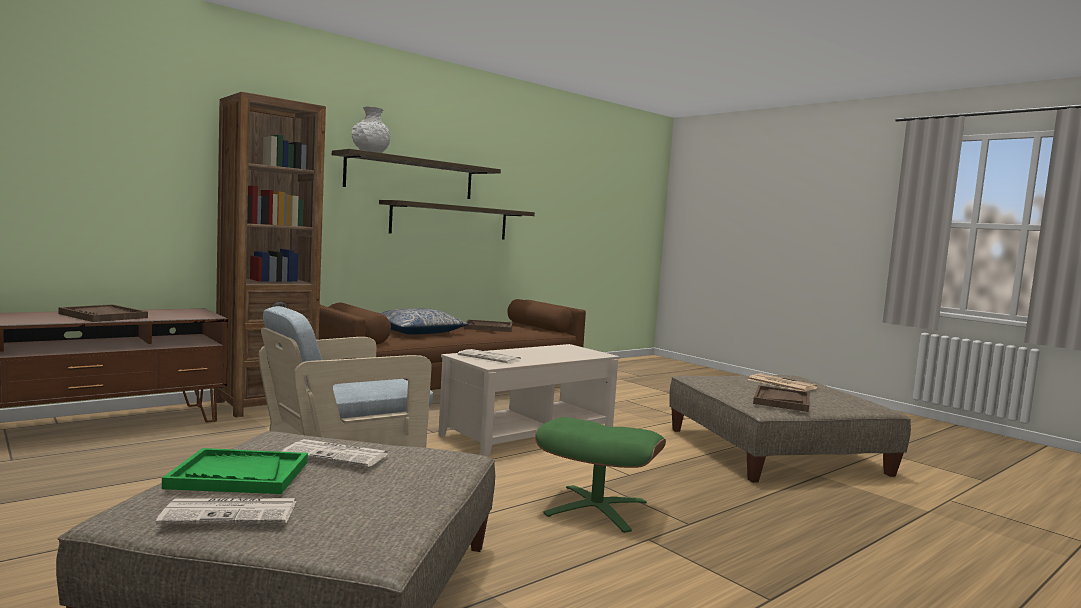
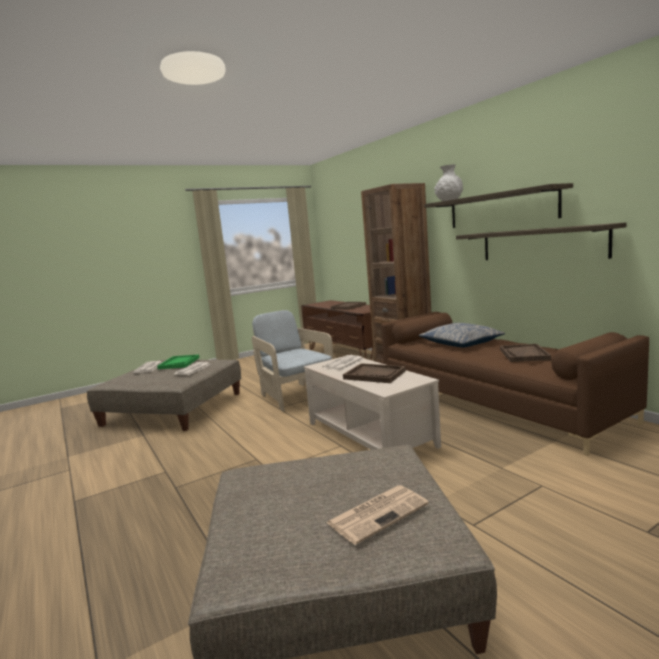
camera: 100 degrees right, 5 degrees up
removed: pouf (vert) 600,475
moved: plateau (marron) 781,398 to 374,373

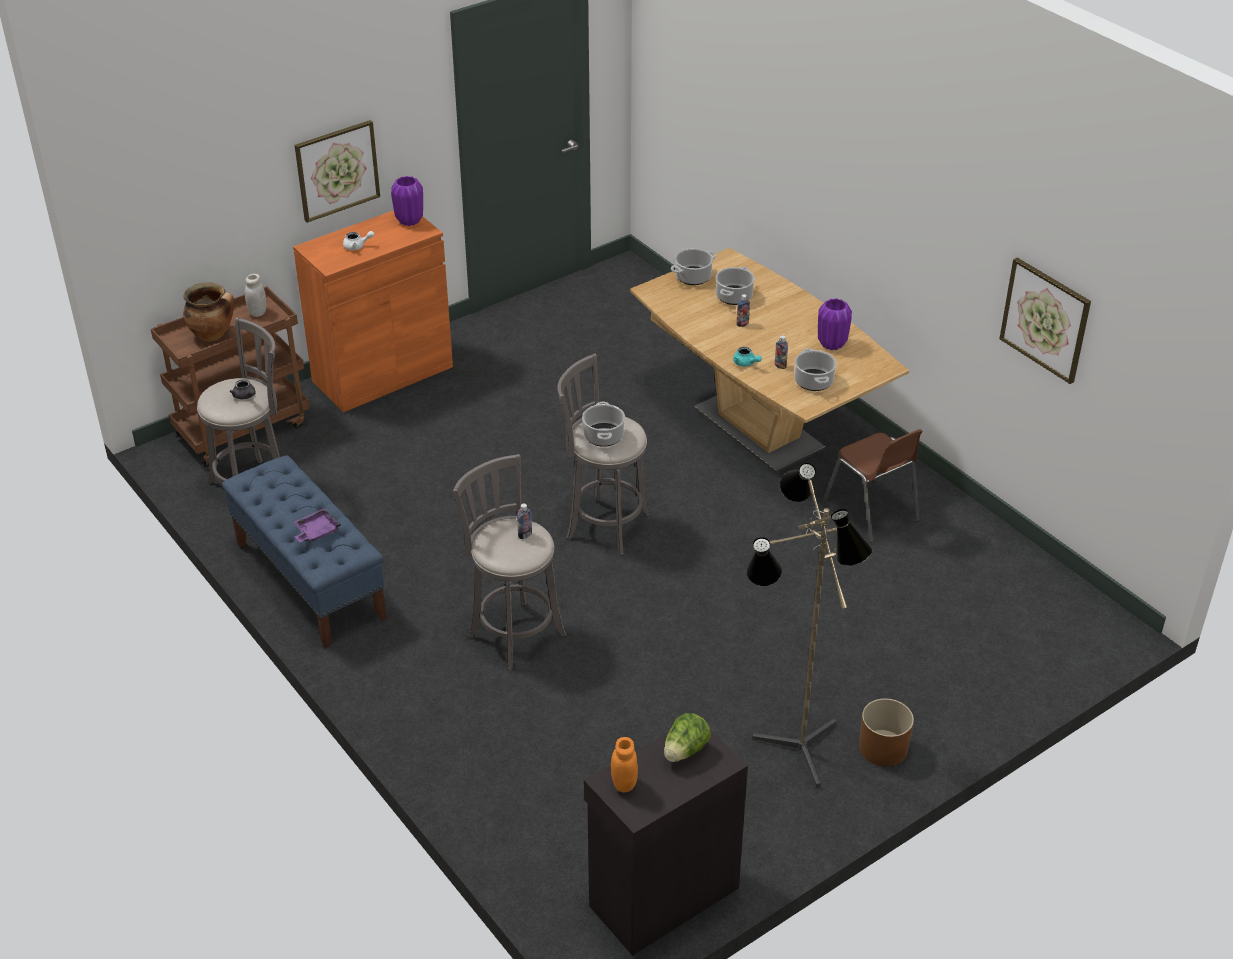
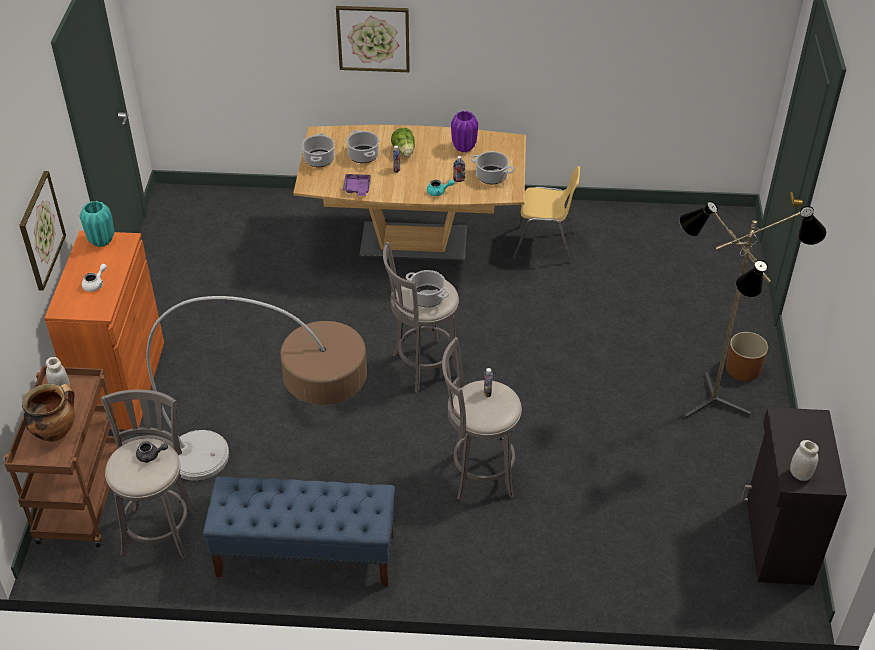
camera: 50 degrees left, 5 degrees up
added: lampadaire 256,388
moved: plateau (violet) 317,525 to 357,185; laitue 687,737 to 403,142; tableau 1045,321 to 373,39
recoloured: vase (violet) 407,201 to vase (turquoise) 96,224; bocal (orange) 624,765 to bocal (blanc) 804,460; chaise (marron) 872,486 to chaise (jaune) 546,214

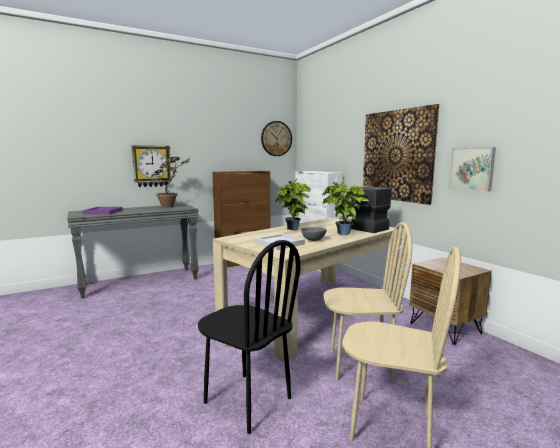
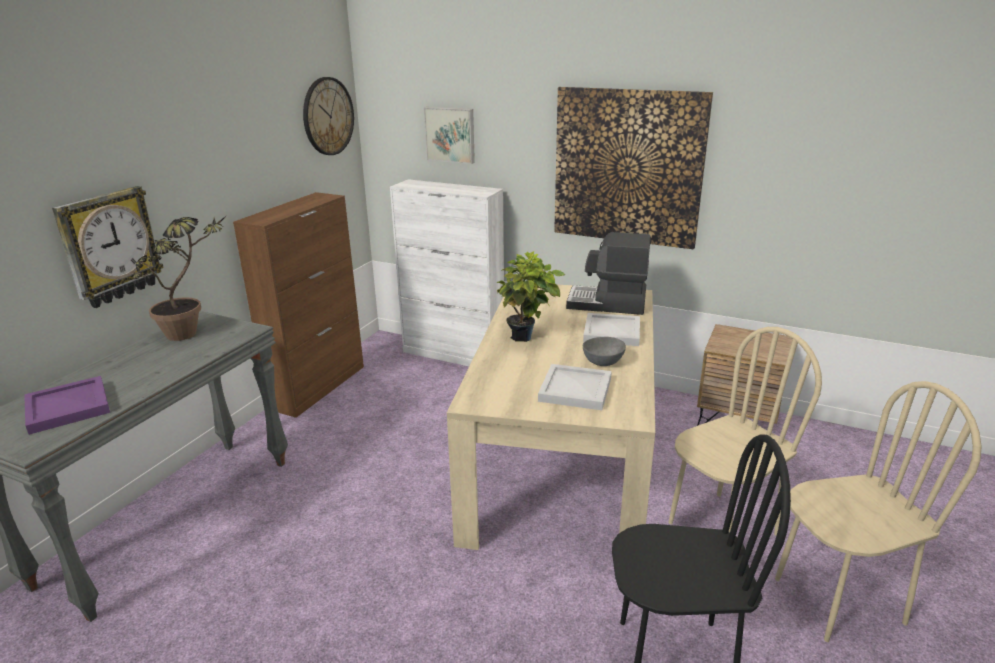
camera: 35 degrees left, 15 degrees up
moved: tableau 472,169 to 449,135
replaced: plante en pot 345,207 to plateau (blanc) 611,329

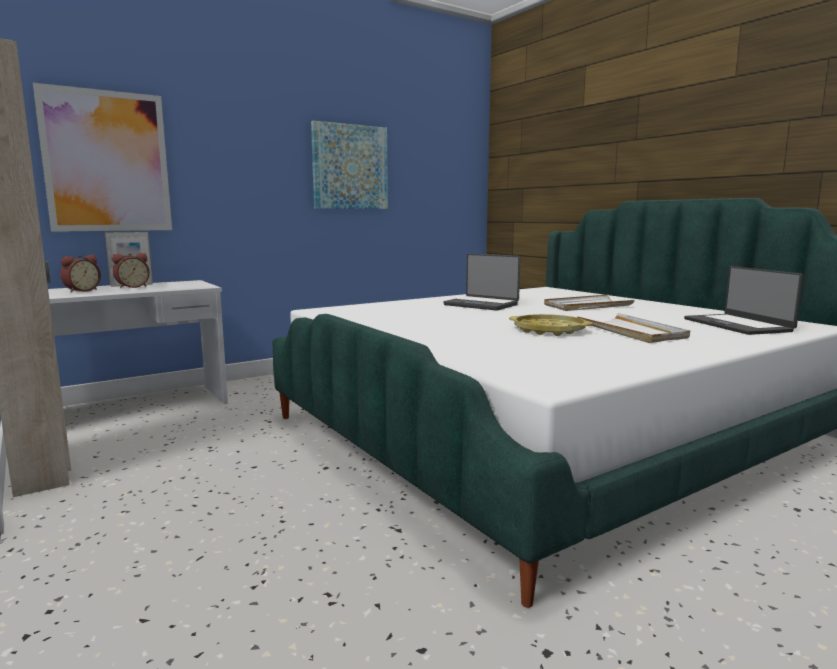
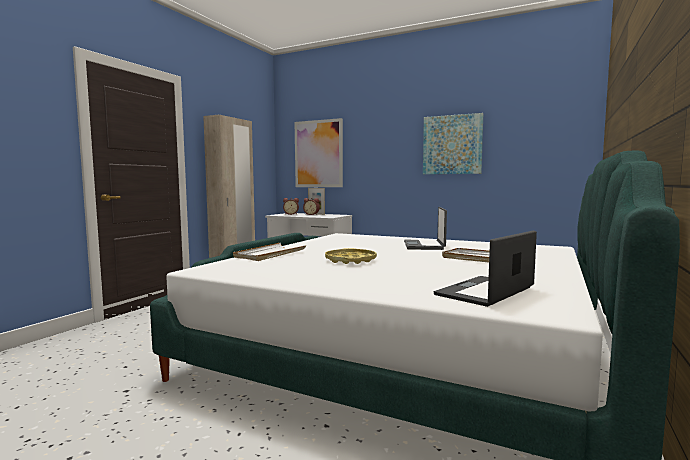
camera: 60 degrees right, 5 degrees down
moved: plateau (blanc) 633,328 to 269,252

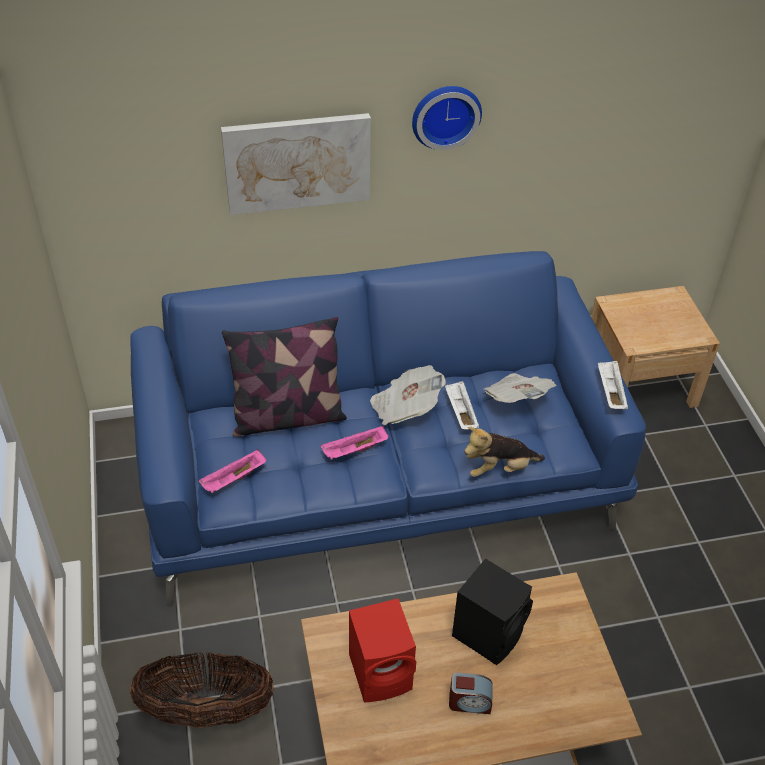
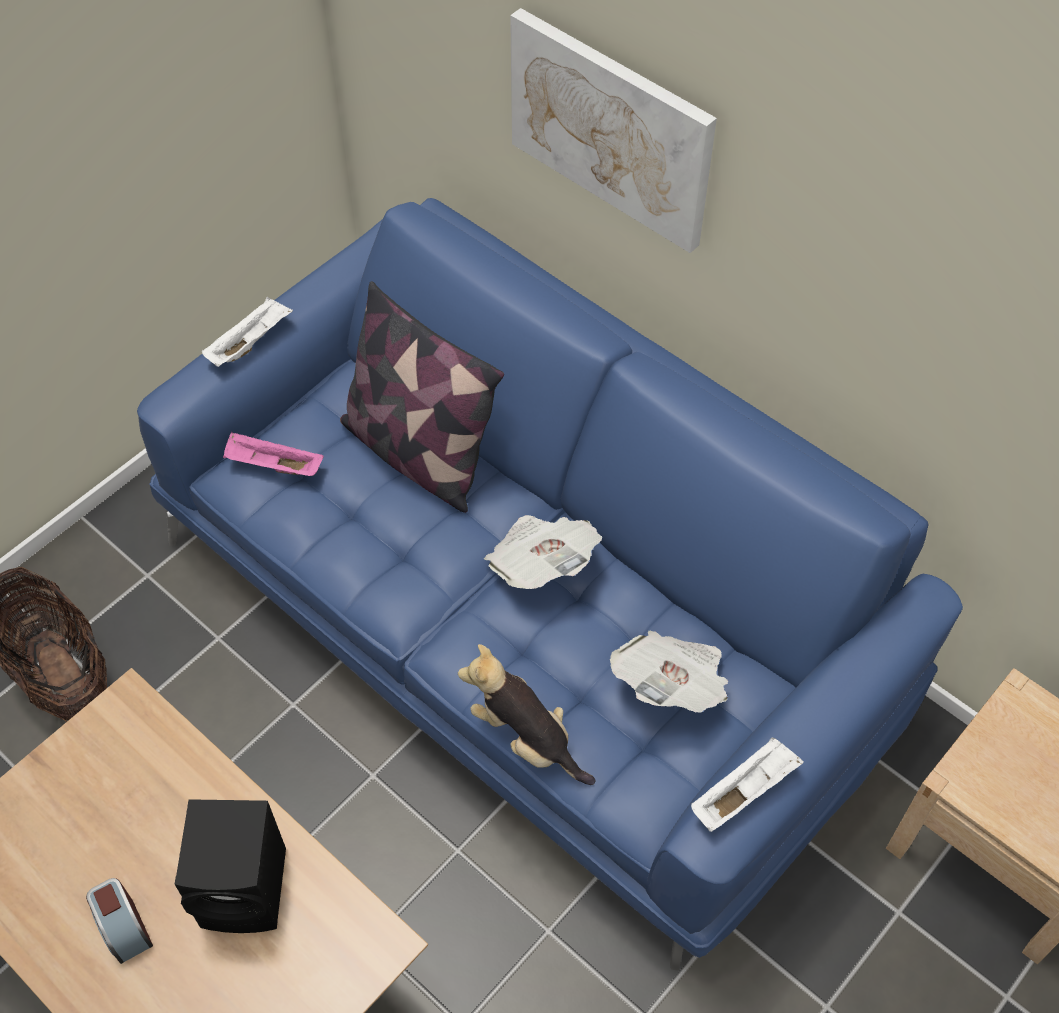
camera: 55 degrees right, 10 degrees up
removed: plateau (rose) 354,442; enceinte (rouge) 382,650; horloge murale 447,118
moved: plateau (blanc) 462,405 to 247,332

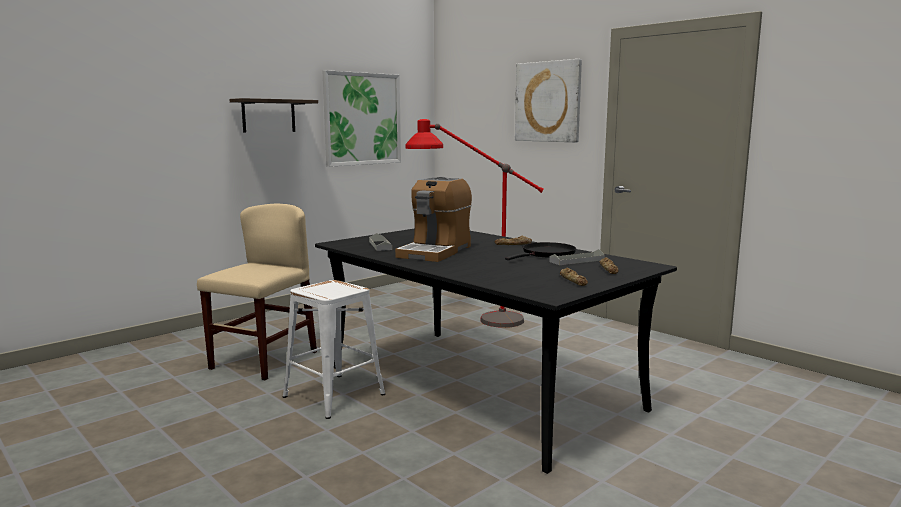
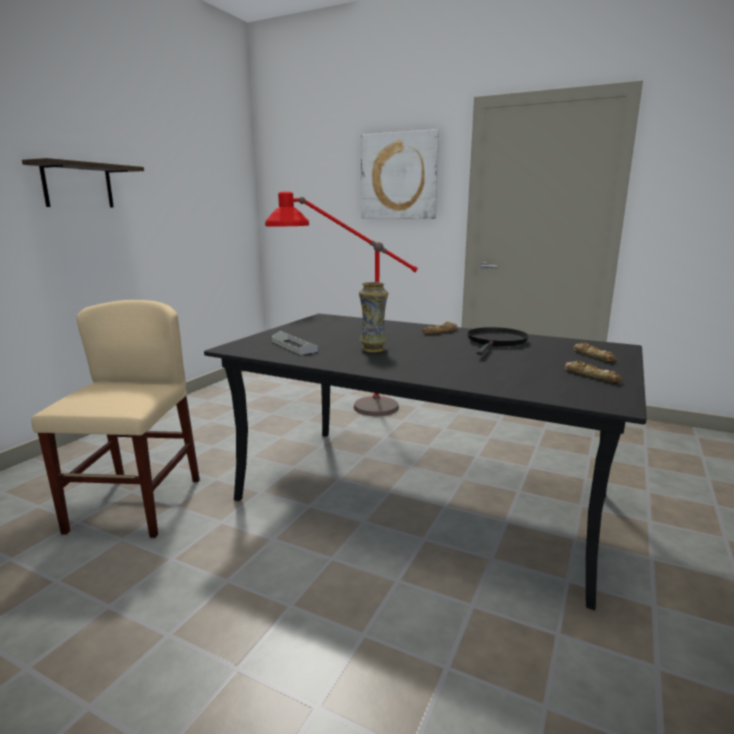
camera: 20 degrees left, 5 degrees up
removed: tabouret (blanc) 334,349; tableau 361,118; plateau (gris) 577,257
replaced: machine à café 433,219 to vase 373,317

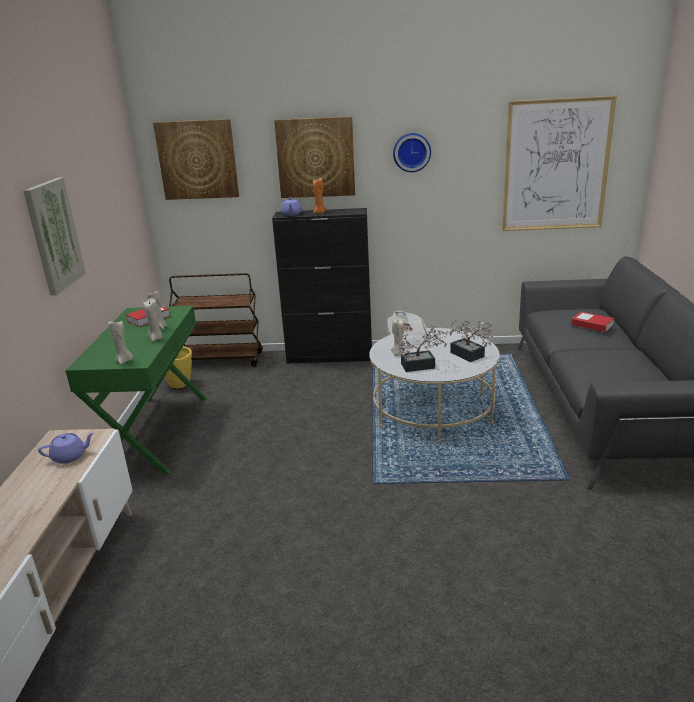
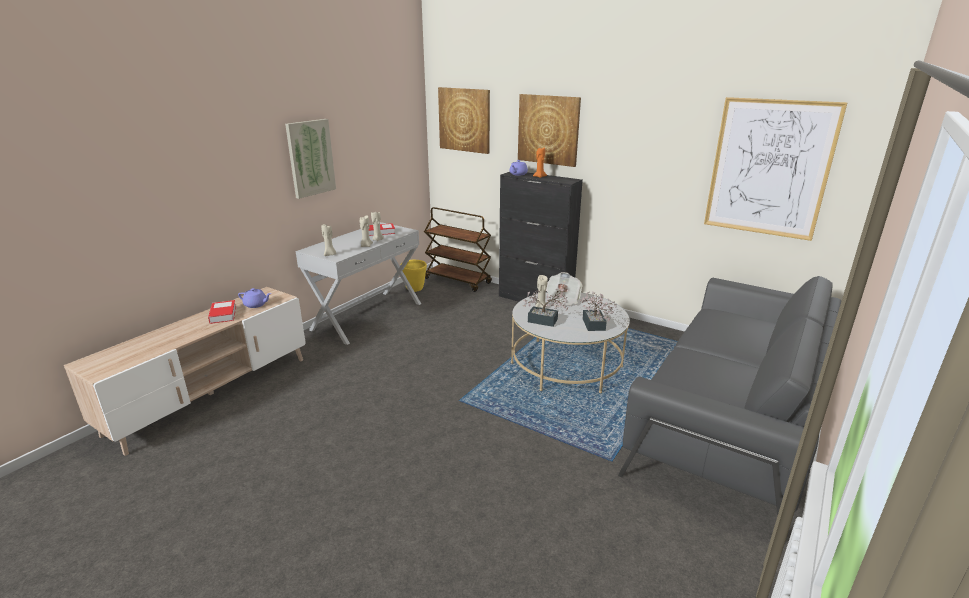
camera: 30 degrees right, 0 degrees up
removed: horloge murale 412,152
moved: livre 592,322 to 222,312
recoloured: table console (vert) 136,390 to table console (blanc) 358,283

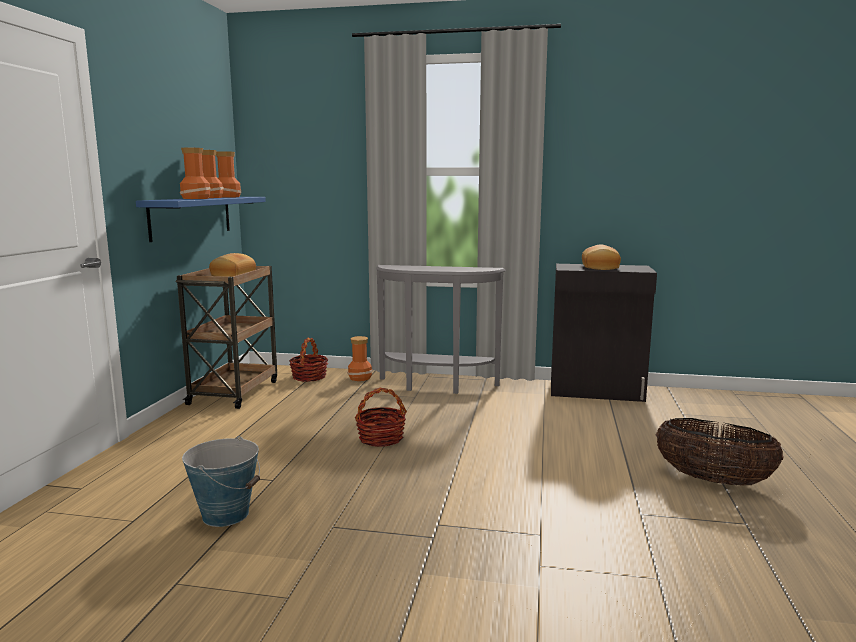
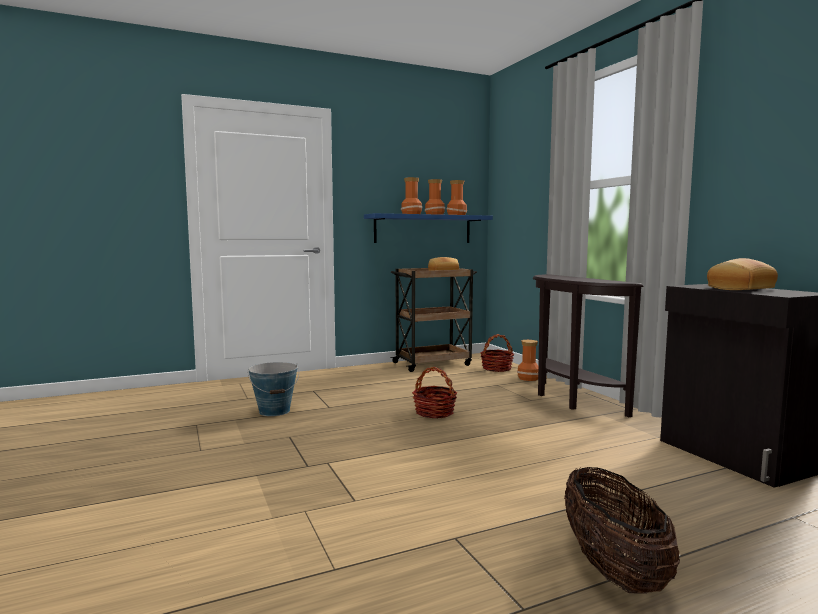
camera: 55 degrees right, 5 degrees down
recoloured: table console (gris) 441,329 to table console (marron) 588,345

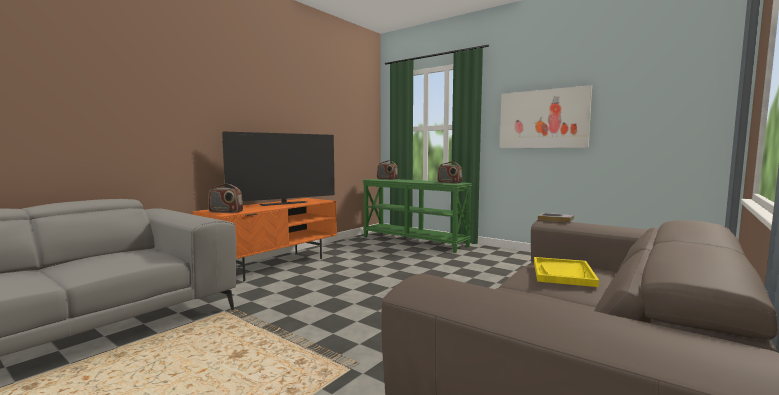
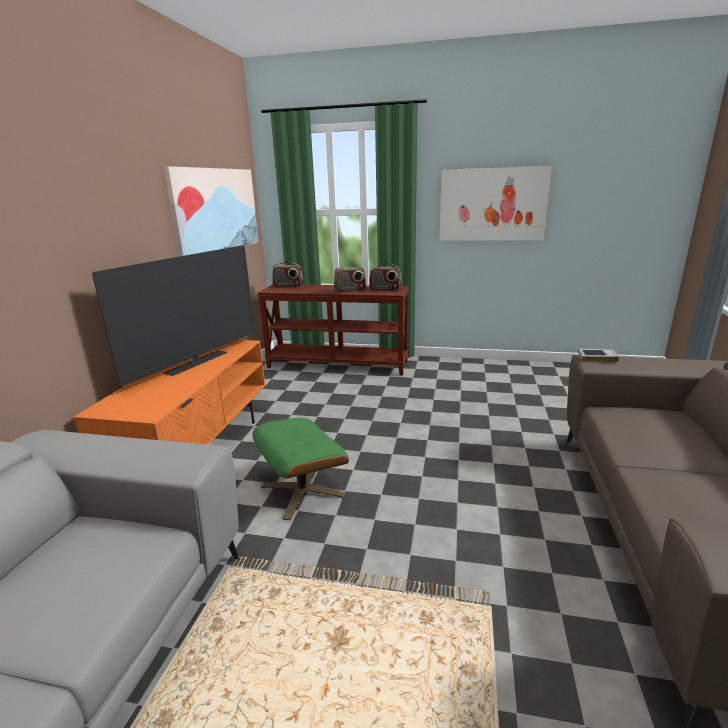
camera: 25 degrees left, 15 degrees up
removed: plateau (jaune) 566,272
added: tableau 211,211; pouf (vert) 300,469
moved: radio 225,198 to 350,278
recoloured: table console (vert) 417,216 to table console (marron) 333,329

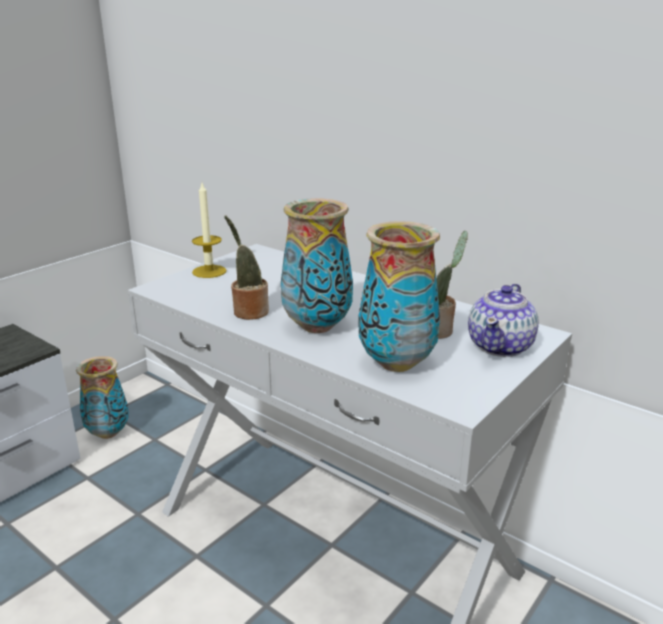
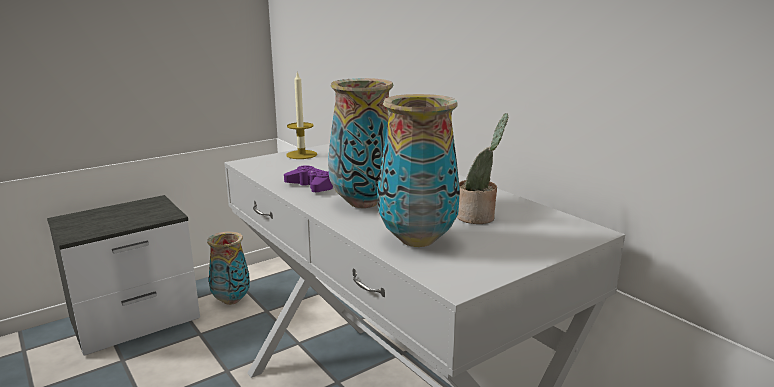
camera: 15 degrees right, 5 degrees down
removed: théière 503,320
replaced: plante en pot 247,268 to manette (violet) 308,178

